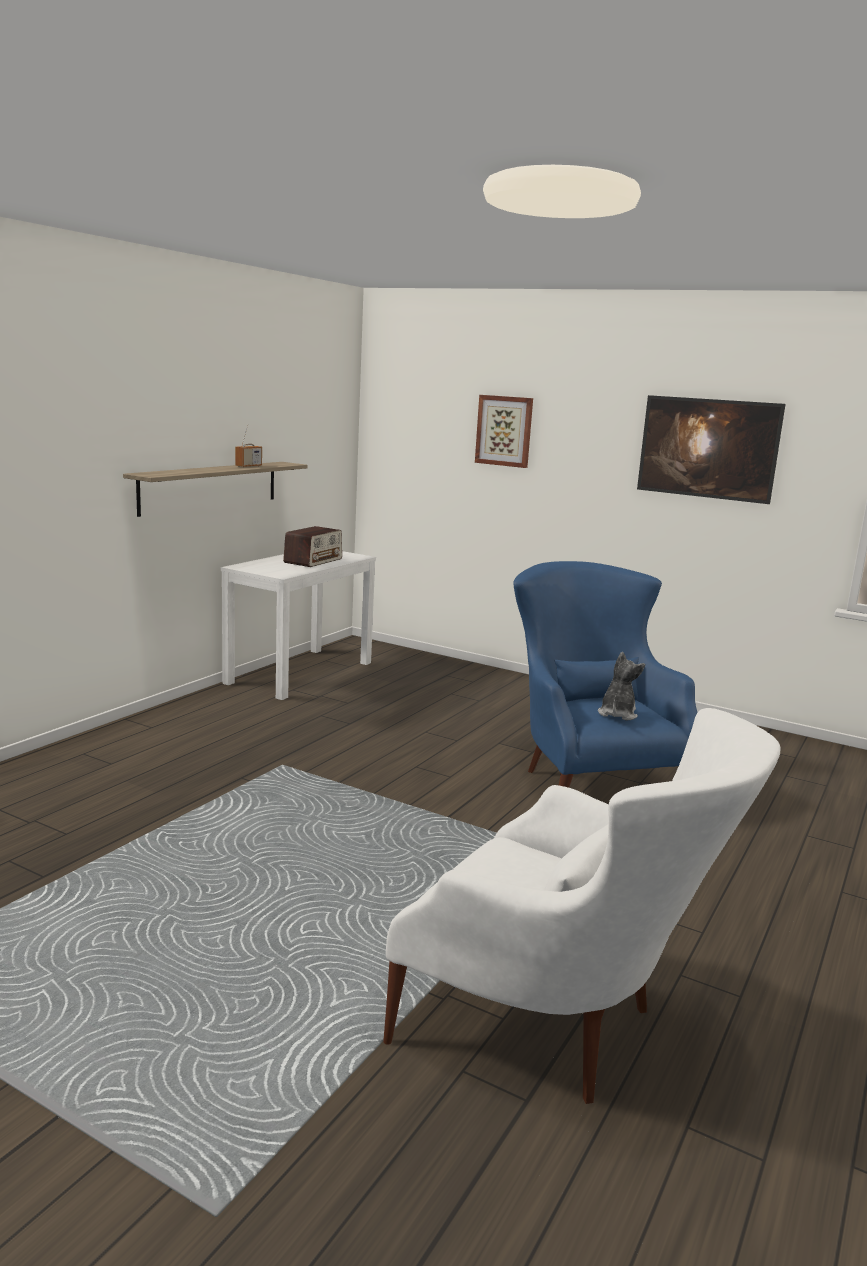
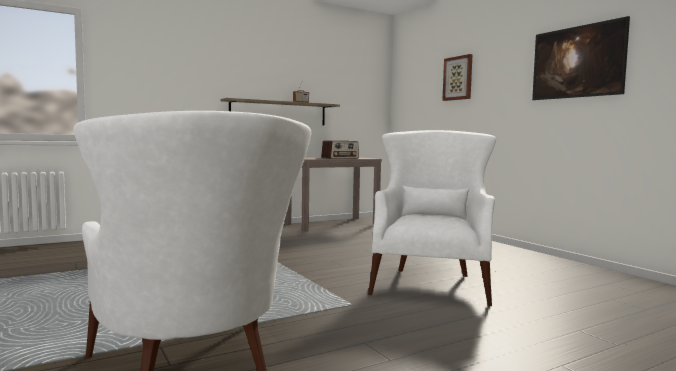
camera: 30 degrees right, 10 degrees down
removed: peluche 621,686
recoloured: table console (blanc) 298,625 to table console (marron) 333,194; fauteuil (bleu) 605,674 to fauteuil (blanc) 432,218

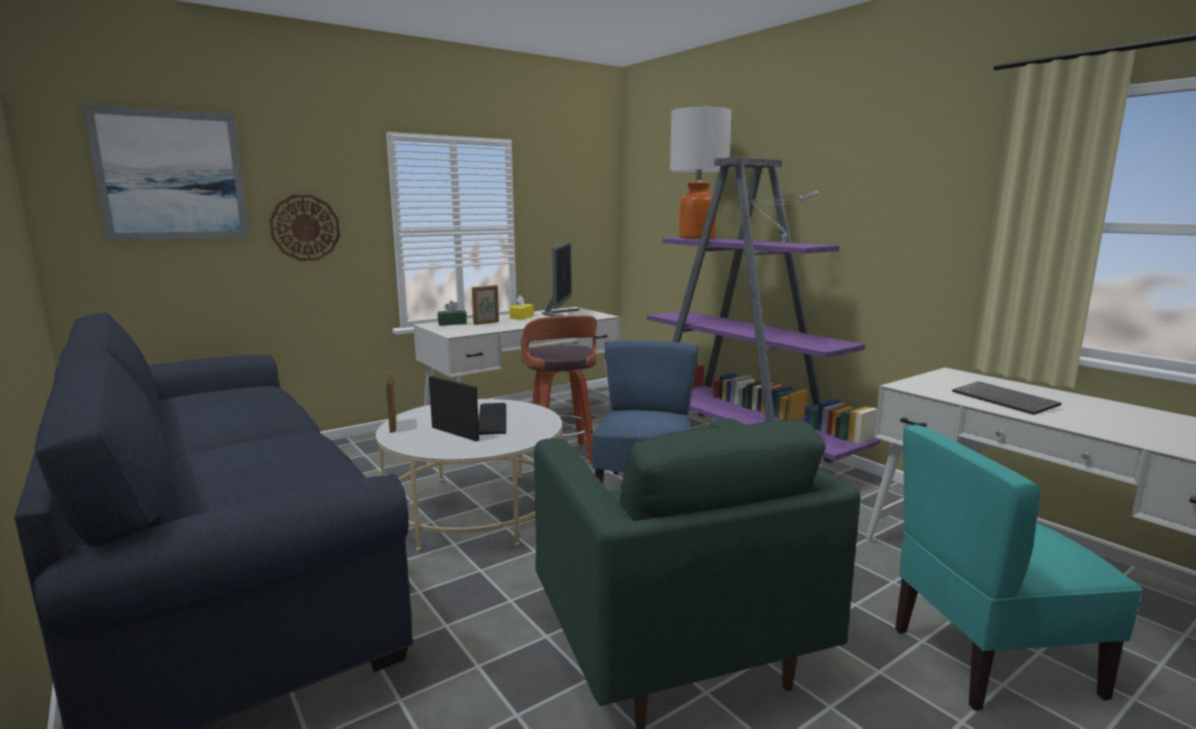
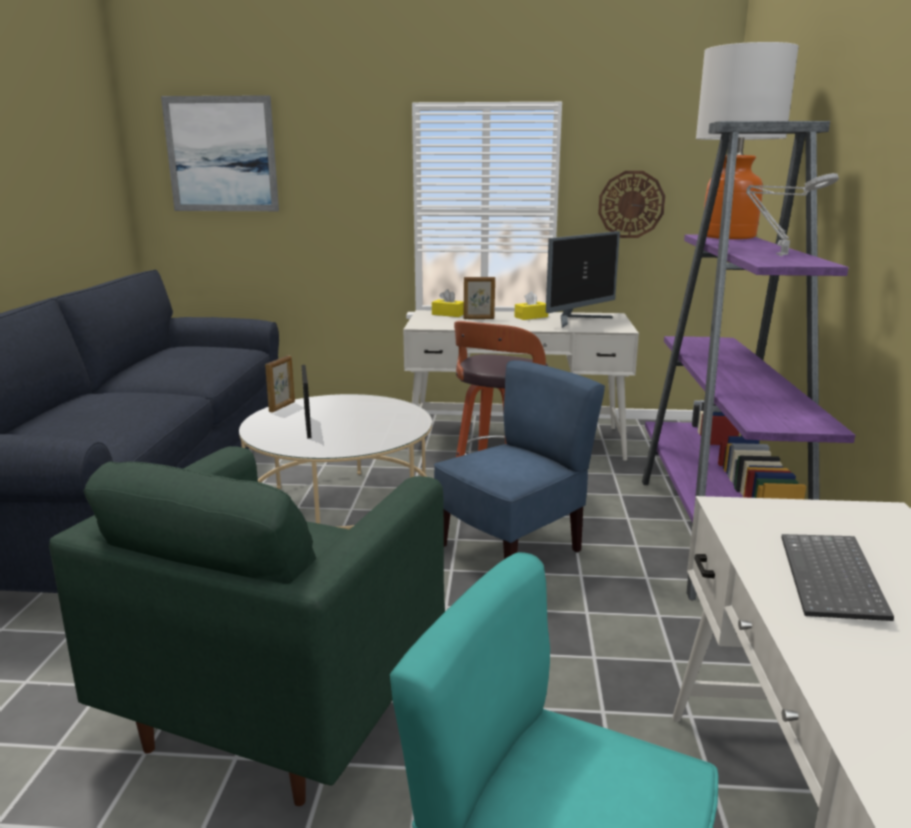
camera: 40 degrees right, 5 degrees up
removed: clavier 492,419
moved: horloge murale 304,228 to 631,204
recoloured: boîte à mouchoirs (vert) 452,313 to boîte à mouchoirs (jaune) 448,303

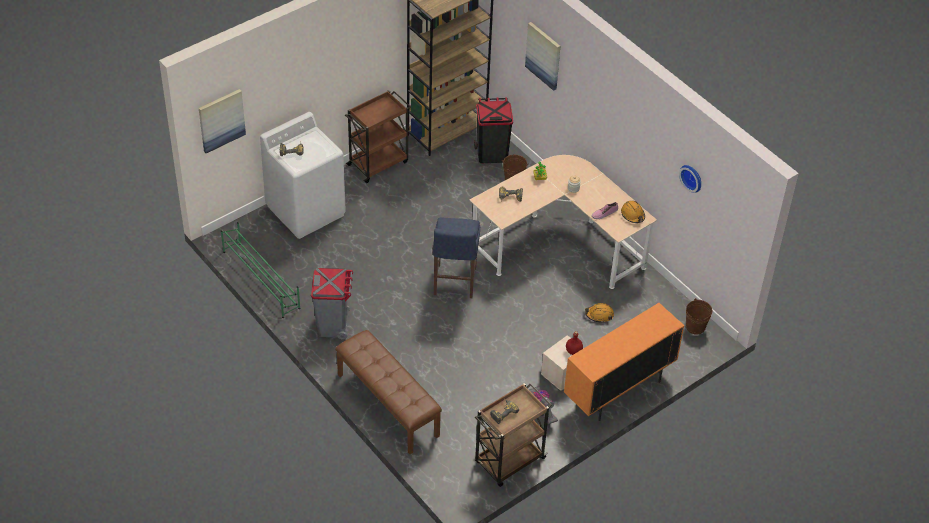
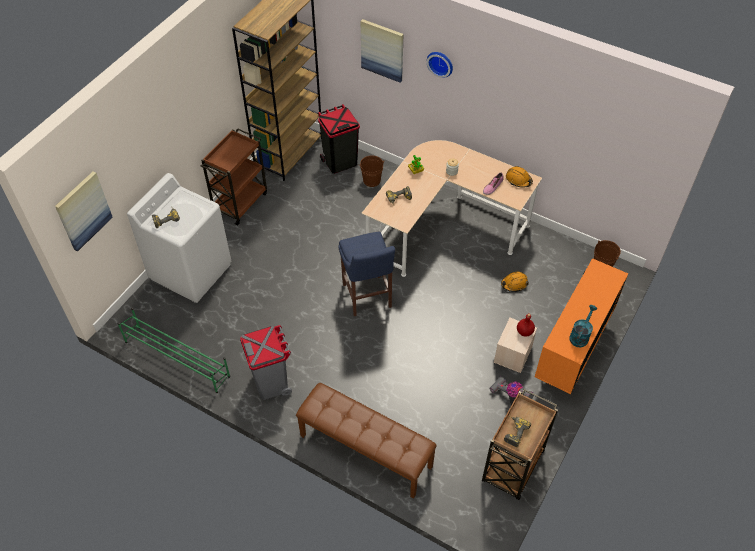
camera: 20 degrees left, 5 degrees up
added: arrosoir (turquoise) 583,326
moved: horloge murale 690,179 to 440,65

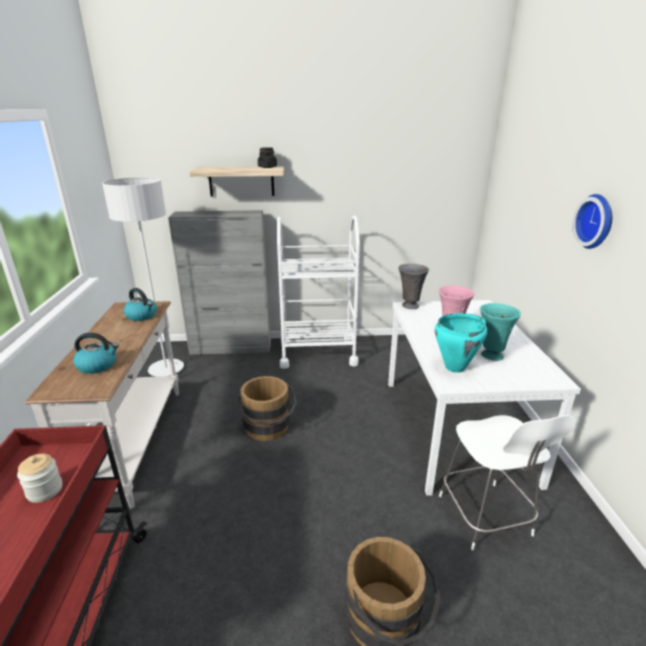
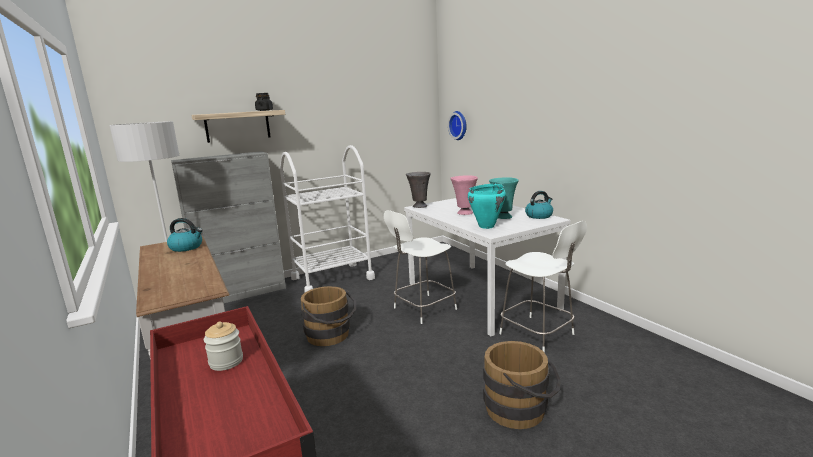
camera: 25 degrees left, 10 degrees down
added: chaise (blanc) 420,267
moved: bouilloire 96,353 to 539,205; horloge murale 592,221 to 457,125

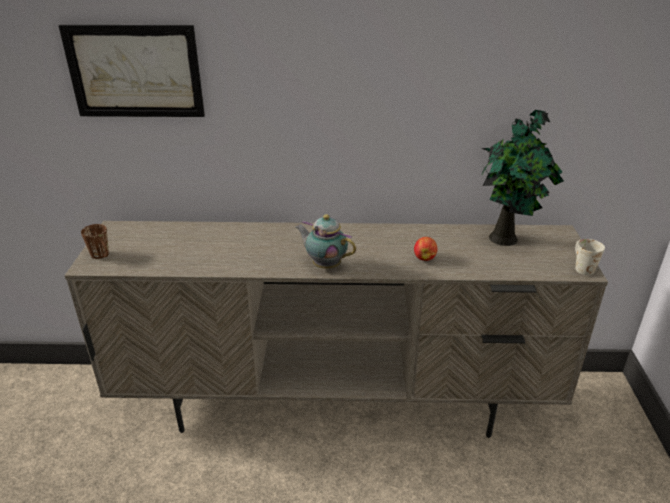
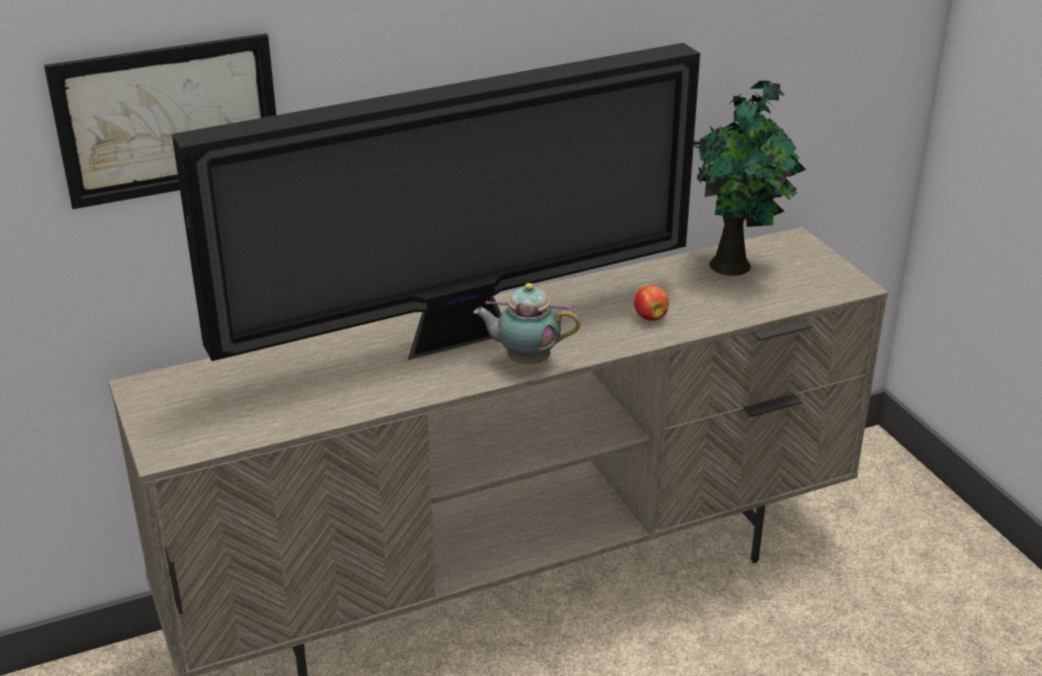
camera: 25 degrees left, 0 degrees up
removed: mug (marron) 95,241; mug (blanc) 590,257
added: téléviseur 436,202

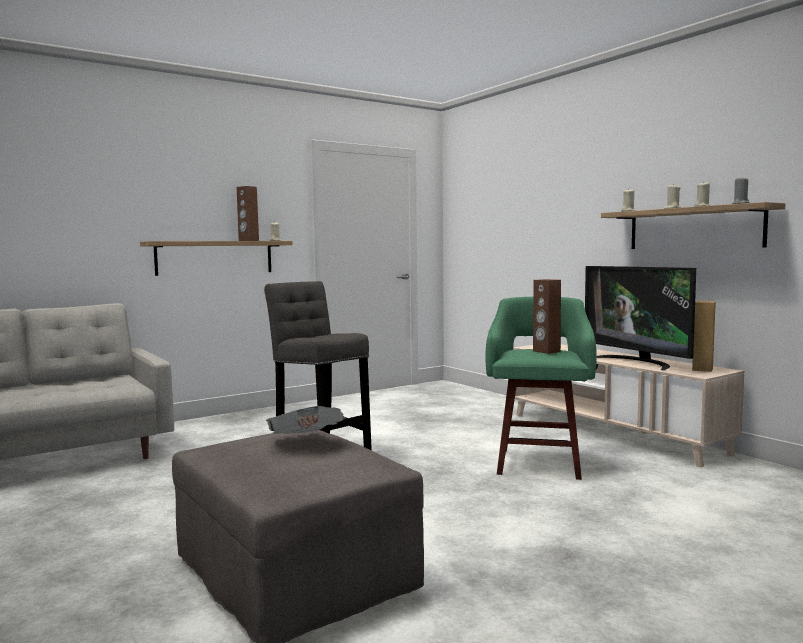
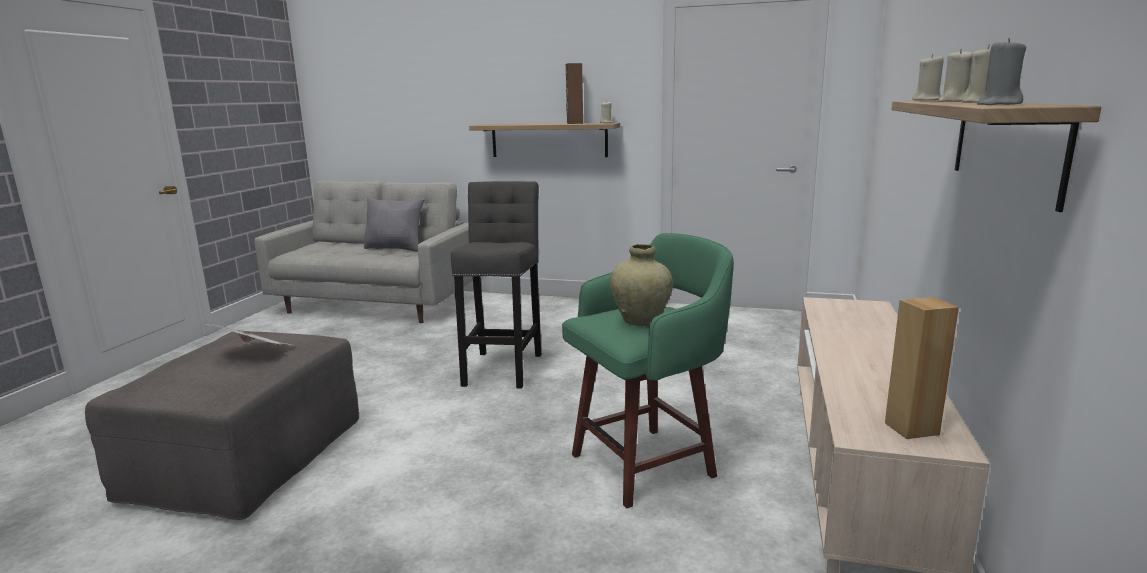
camera: 50 degrees right, 10 degrees up
removed: téléviseur 640,318
added: coussin (gris) 394,224
replaced: enceinte (marron) 547,316 to vase (beige) 641,285

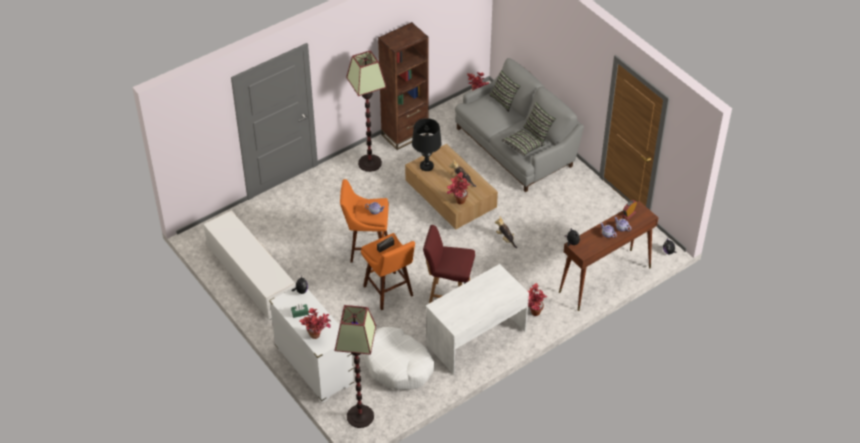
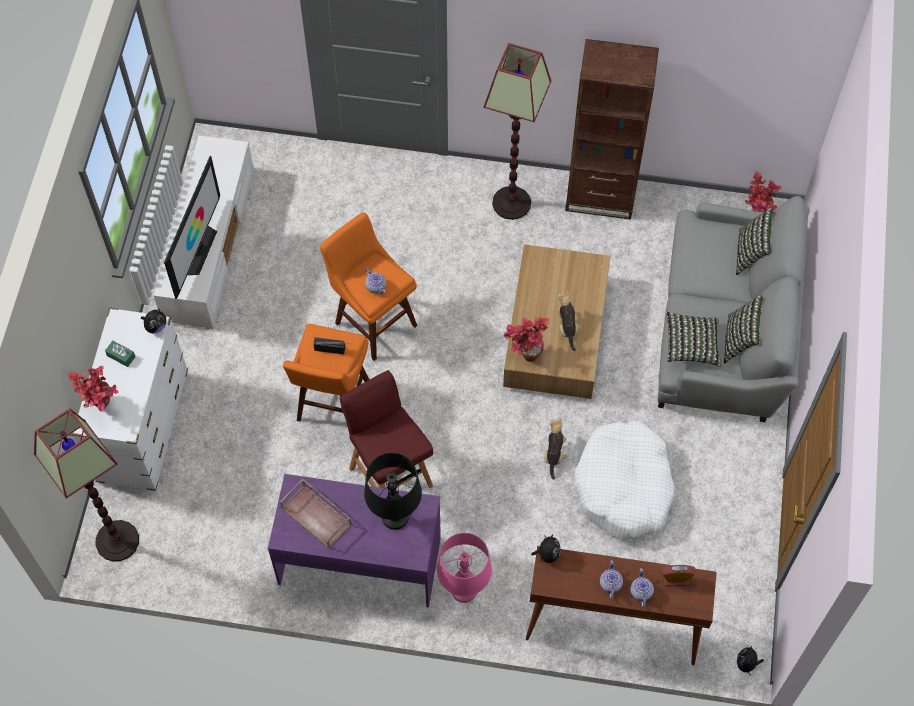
camera: 45 degrees right, 15 degrees up
added: téléviseur 192,227; plateau (marron) 316,513
moved: panier pour chien (blanc) 399,358 to 624,480; lampe de table (noir) 427,144 to 393,491
replaced: plante en pot 537,299 to lampe de table (rose) 464,568
recoloured: bureau (blanc) 477,319 to bureau (violet) 354,540

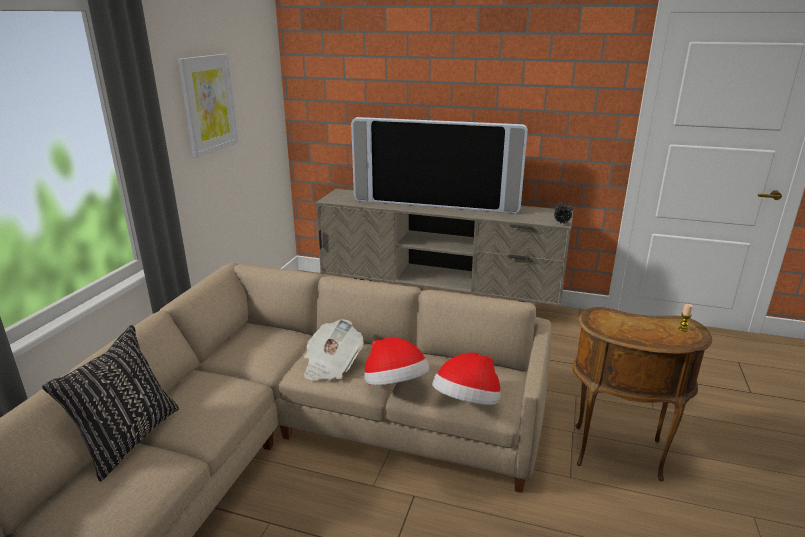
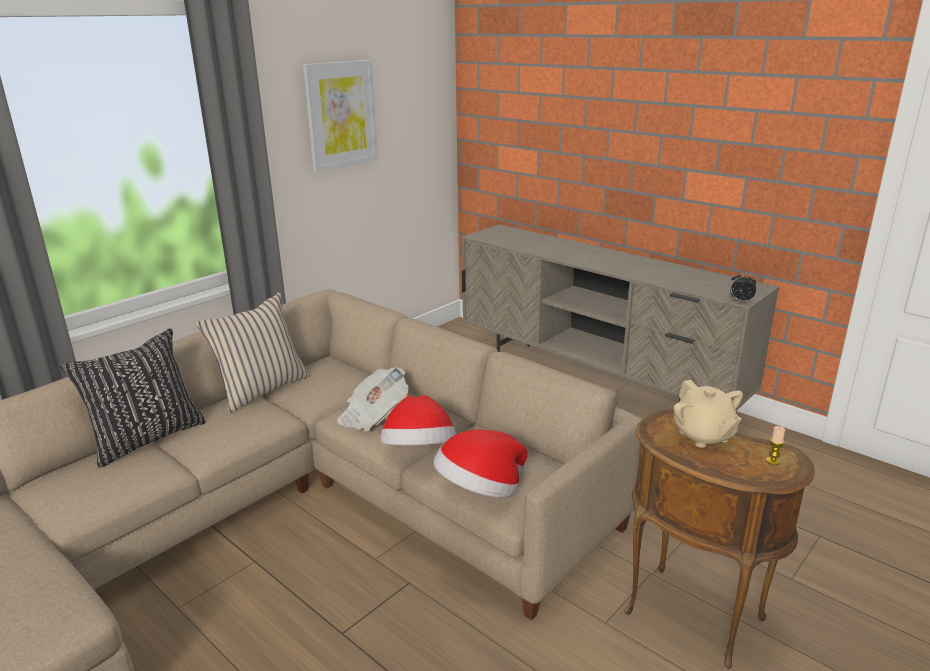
camera: 25 degrees right, 0 degrees up
removed: téléviseur 439,165
added: coussin (beige) 253,352; théière (beige) 708,414

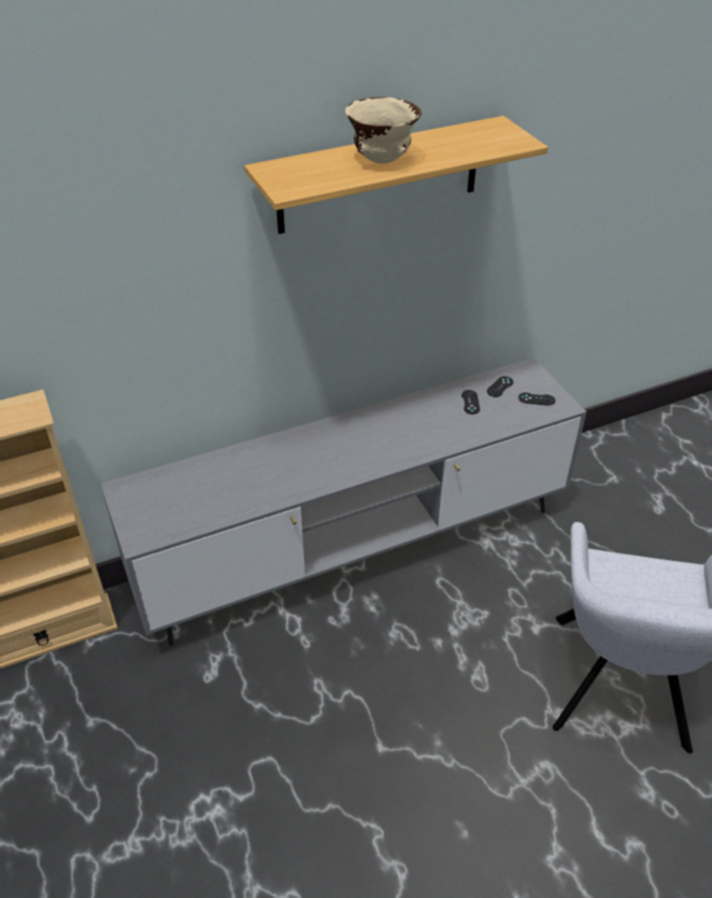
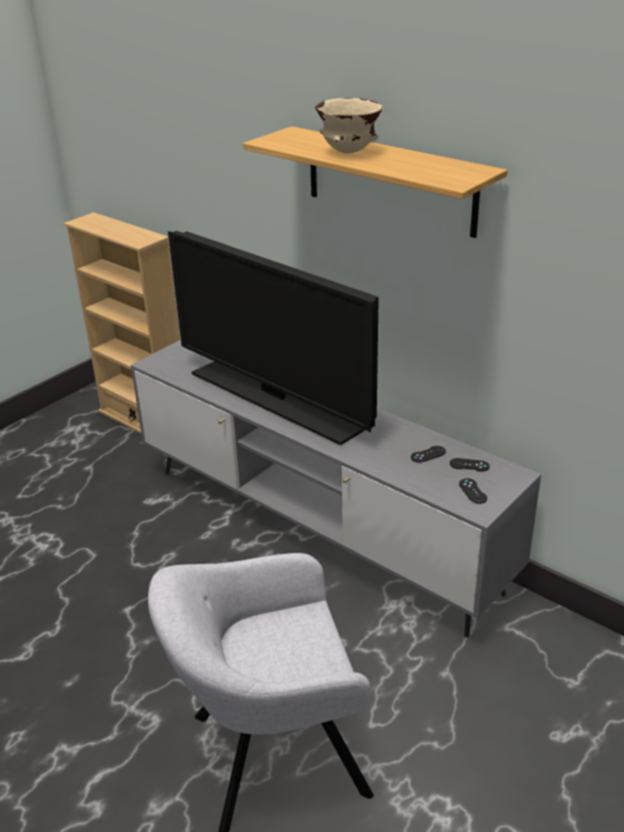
camera: 65 degrees right, 10 degrees down
added: téléviseur 273,338

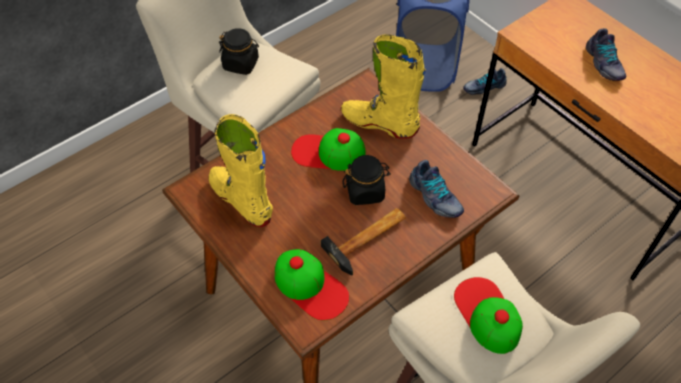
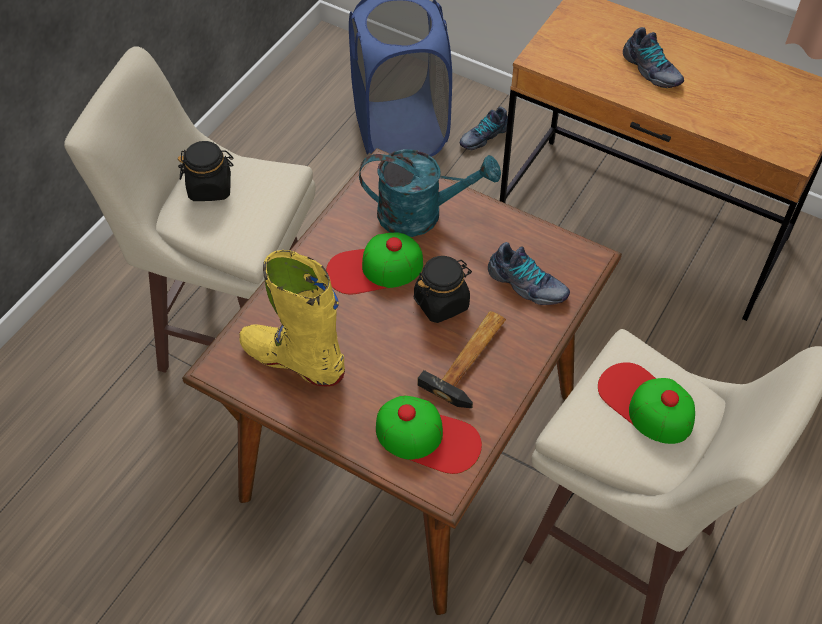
camera: 20 degrees left, 0 degrees up
replaced: botte (jaune) 383,86 to arrosoir (turquoise) 430,193

